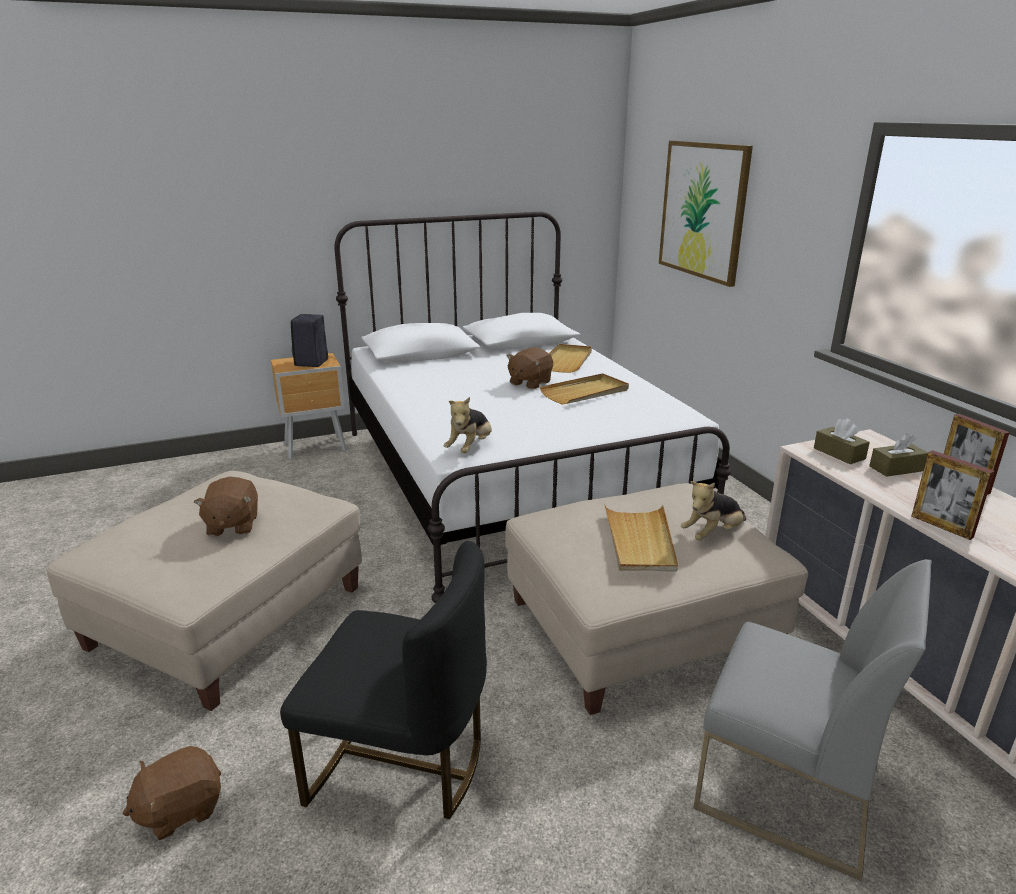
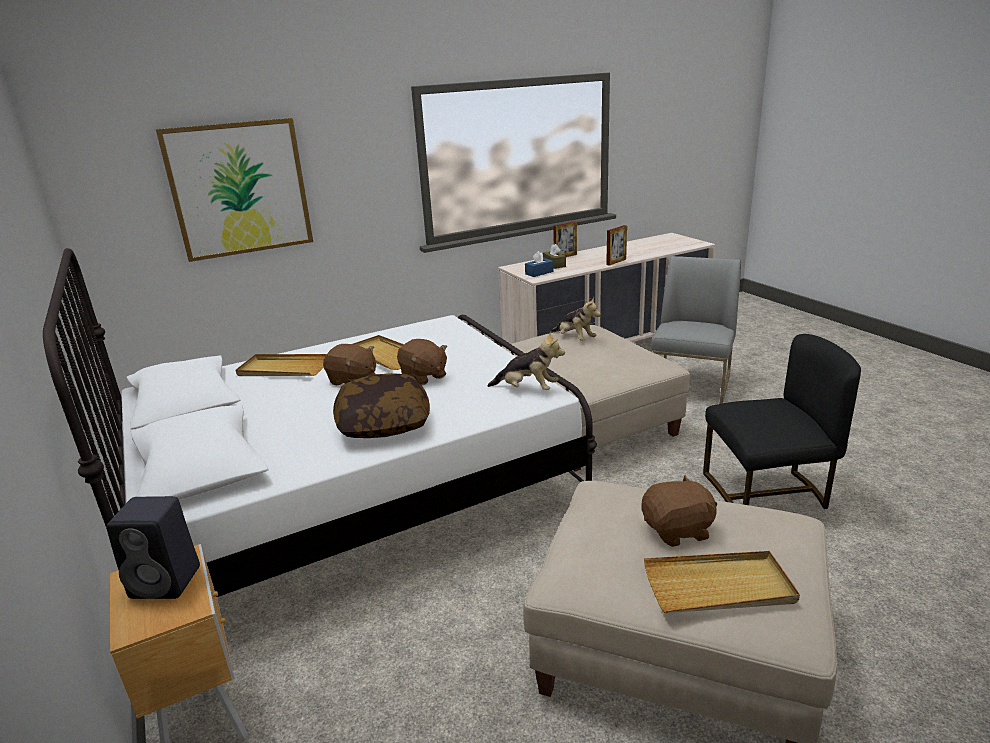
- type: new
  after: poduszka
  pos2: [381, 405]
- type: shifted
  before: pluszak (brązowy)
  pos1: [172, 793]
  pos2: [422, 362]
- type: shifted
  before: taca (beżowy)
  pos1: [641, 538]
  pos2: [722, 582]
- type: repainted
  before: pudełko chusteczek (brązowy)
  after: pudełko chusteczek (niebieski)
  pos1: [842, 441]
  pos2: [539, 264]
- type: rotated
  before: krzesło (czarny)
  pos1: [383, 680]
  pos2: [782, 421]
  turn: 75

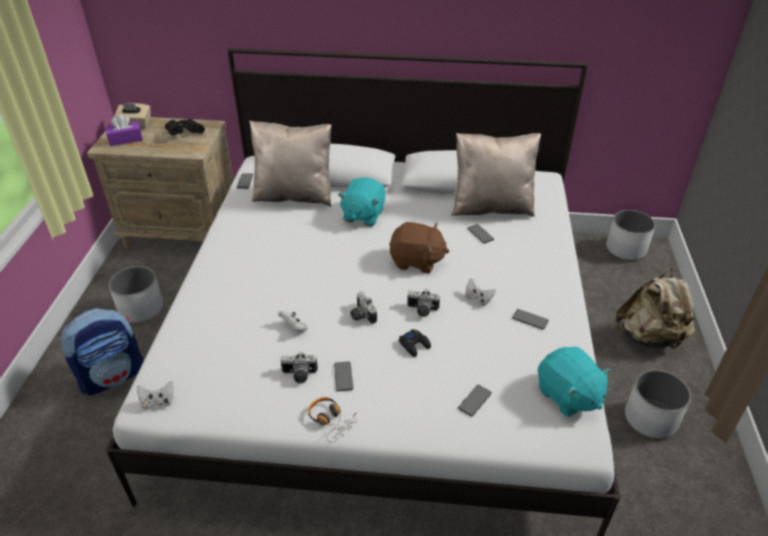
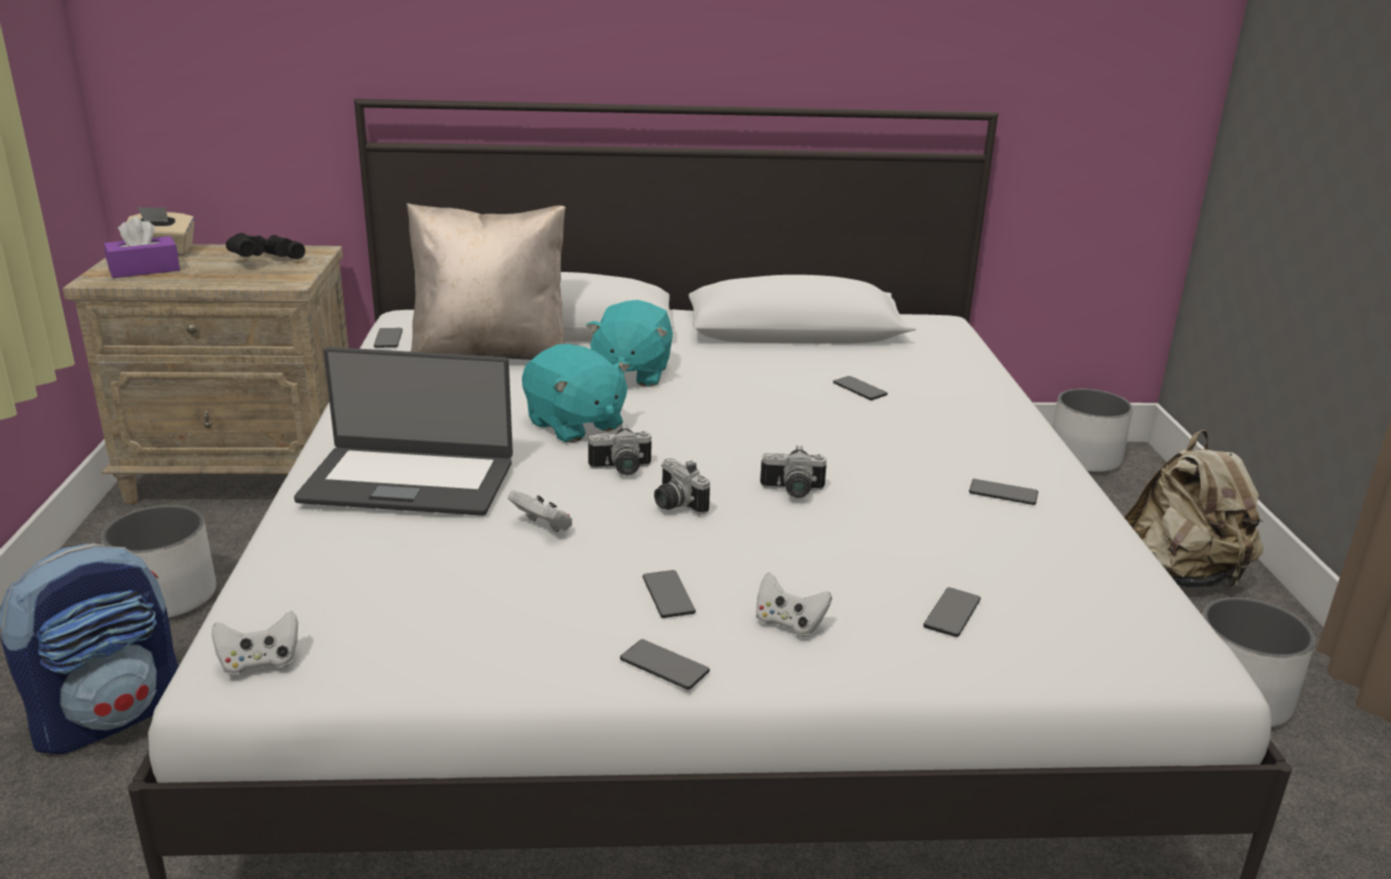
- type: gone
  before: pluszak (brązowy)
  pos1: [419, 247]
- type: gone
  before: pad do gier (czarny)
  pos1: [415, 343]
- type: gone
  before: poduszka (beżowy)
  pos1: [496, 175]
- type: new
  after: laptop
  pos2: [403, 431]
- type: shifted
  before: aparat fotograficzny
  pos1: [299, 367]
  pos2: [619, 450]
- type: shifted
  before: pad do gier (biały)
  pos1: [480, 292]
  pos2: [794, 604]
- type: shifted
  before: pluszak (turkusowy)
  pos1: [575, 382]
  pos2: [576, 393]
- type: swapped
  before: słuchawki
  after: telefon
  pos1: [333, 419]
  pos2: [665, 664]

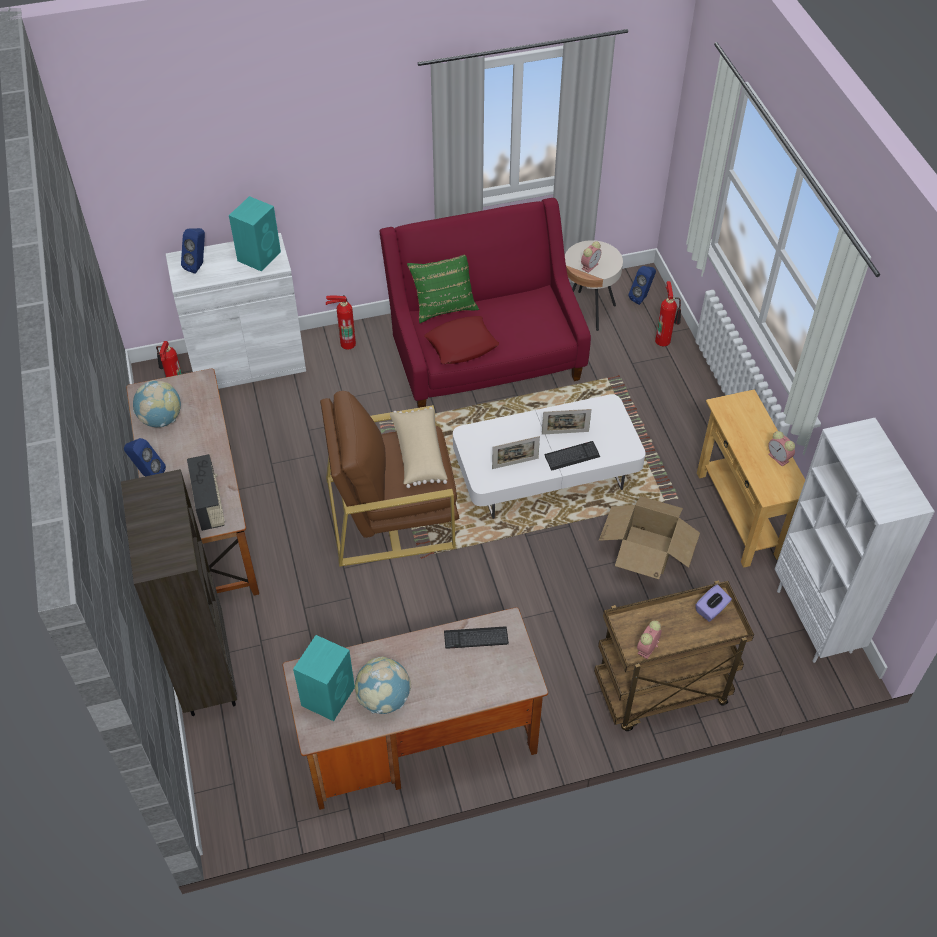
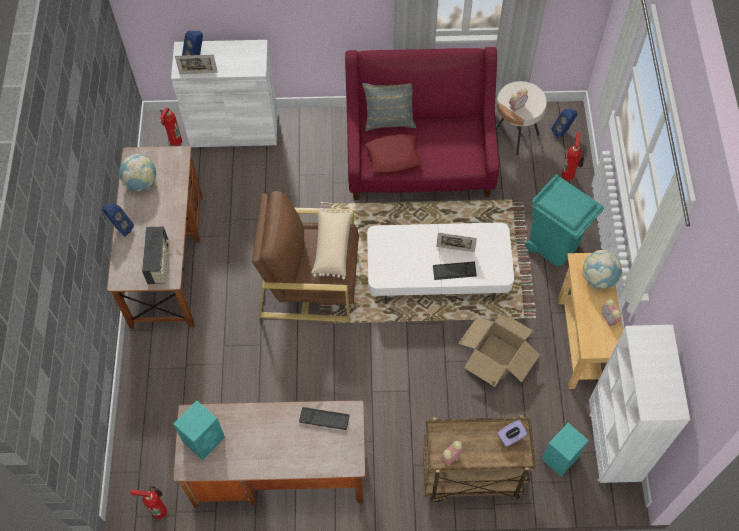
- type: gone
  before: regał (brązowy)
  pos1: [179, 592]
- type: new
  after: kosz na śmieci (turkusowy)
  pos2: [564, 220]
- type: shifted
  before: głośnik (turkusowy)
  pos1: [255, 233]
  pos2: [565, 450]
- type: shifted
  before: gaśnica
  pos1: [341, 322]
  pos2: [148, 502]
- type: shifted
  before: globus
  pos1: [383, 685]
  pos2: [602, 269]
- type: shifted
  before: ramka na zdjęcie
  pos1: [516, 452]
  pos2: [196, 64]
- type: repainted
  before: poduszka (zielony)
  after: poduszka (szary)
  pos1: [443, 289]
  pos2: [389, 107]

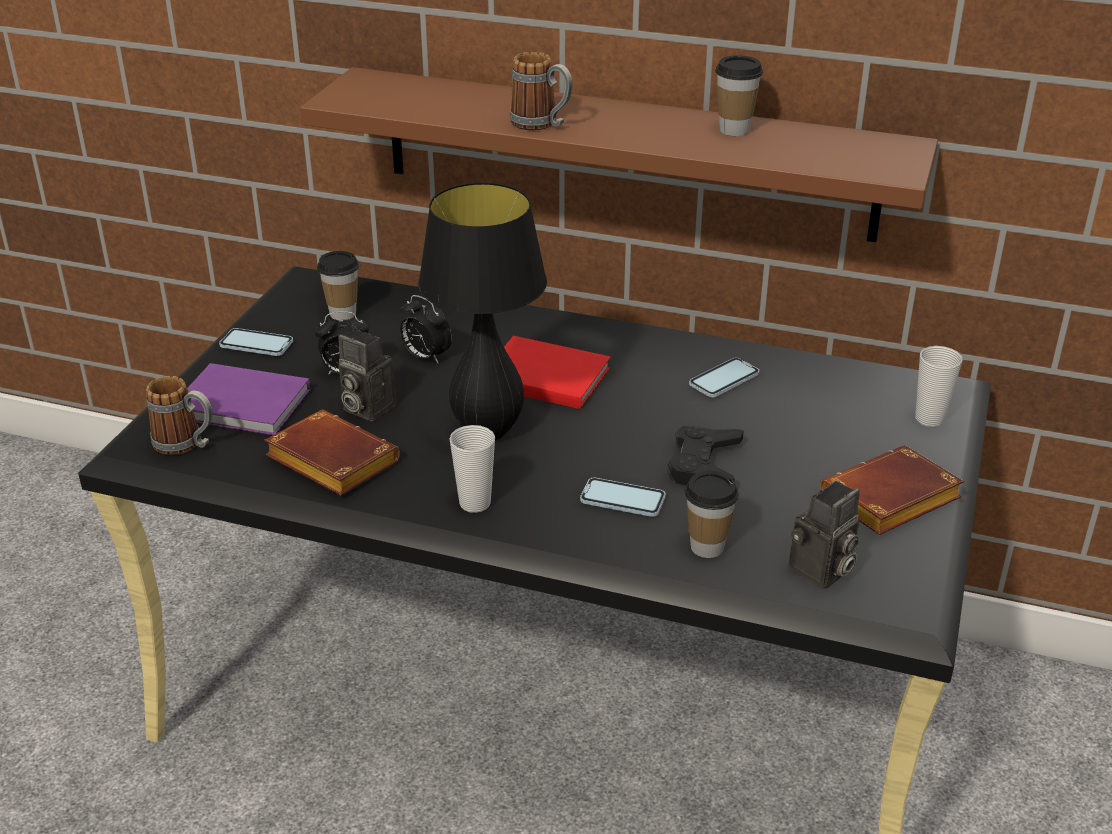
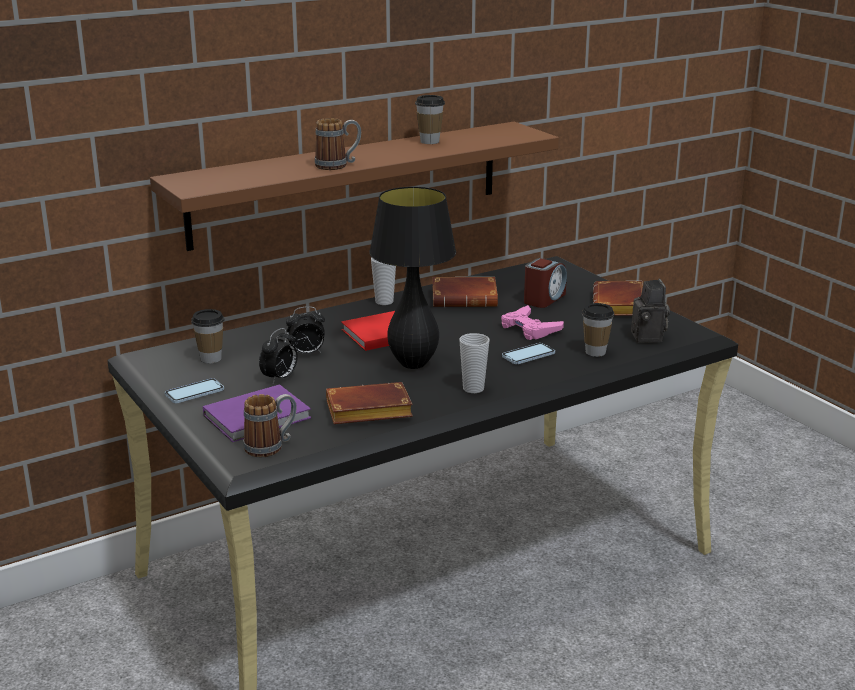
- type: gone
  before: aparat fotograficzny
  pos1: [367, 375]
- type: new
  after: budzik
  pos2: [545, 283]
- type: shifted
  before: filiżanka
  pos1: [939, 386]
  pos2: [383, 281]
- type: swapped
  before: telefon
  after: książka (brązowy)
  pos1: [724, 377]
  pos2: [465, 292]
- type: repainted
  before: pad do gier (czarny)
  after: pad do gier (różowy)
  pos1: [705, 455]
  pos2: [532, 322]

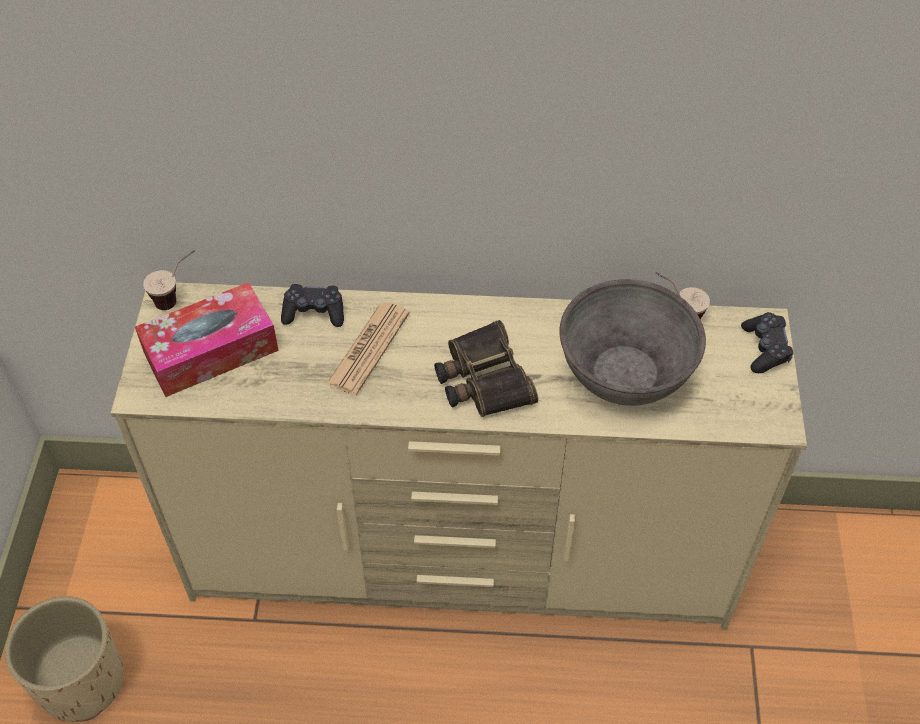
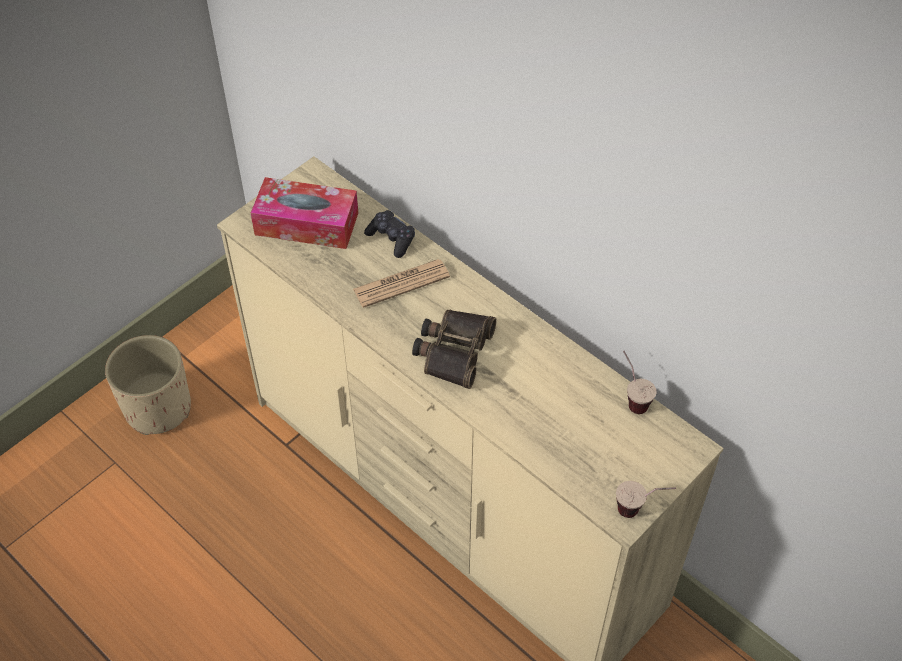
- type: gone
  before: miska (szary)
  pos1: [633, 342]
- type: gone
  before: pad do gier (czarny)
  pos1: [767, 342]
- type: shifted
  before: filiżanka
  pos1: [169, 280]
  pos2: [646, 499]

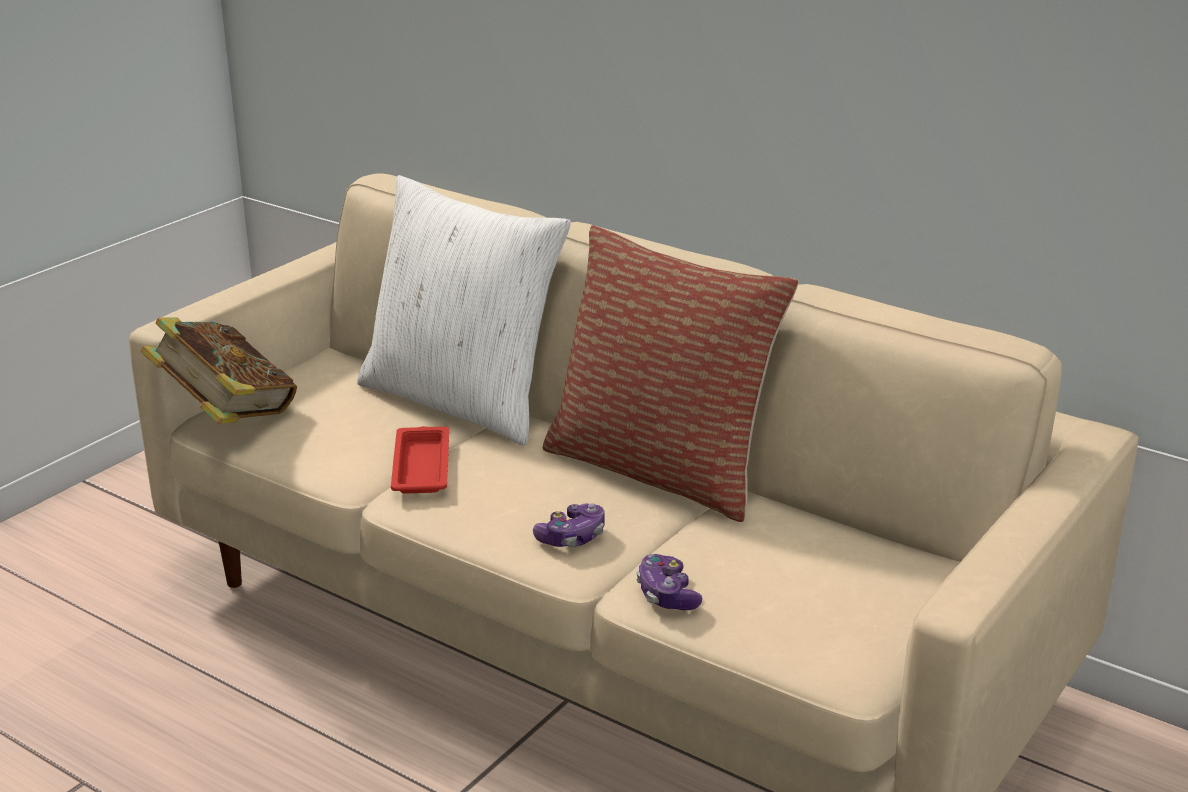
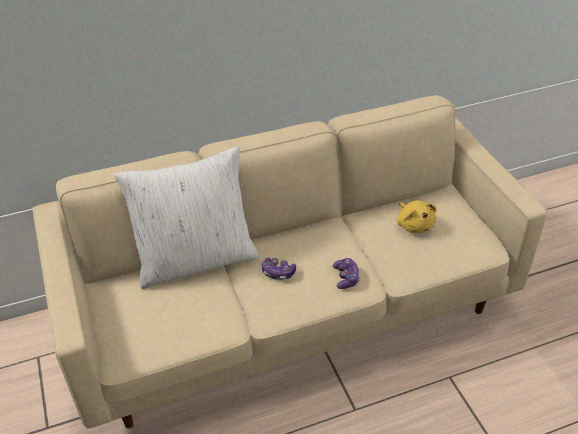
- type: gone
  before: książka
  pos1: [219, 371]
- type: gone
  before: taca (czerwony)
  pos1: [420, 460]
- type: gone
  before: poduszka
  pos1: [671, 373]
- type: new
  after: pluszak (żółty)
  pos2: [416, 216]
- type: shifted
  before: pad do gier
  pos1: [669, 582]
  pos2: [279, 269]

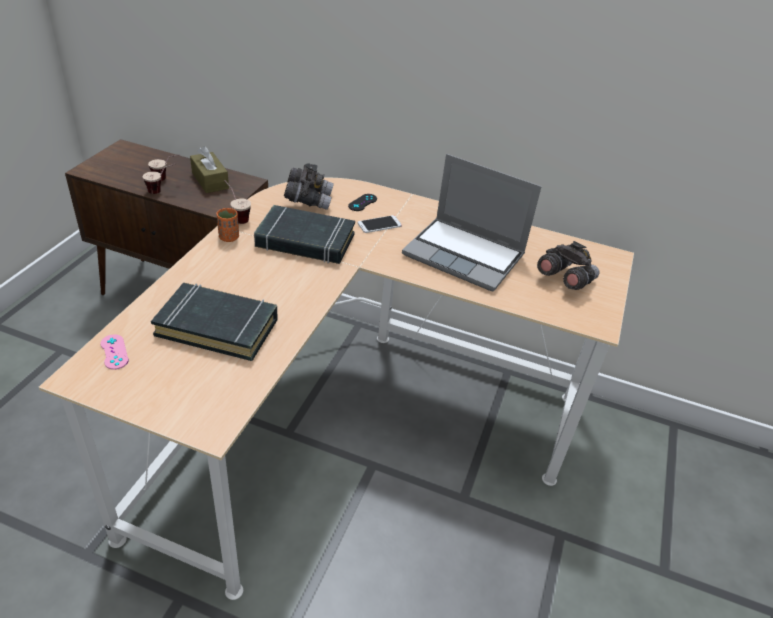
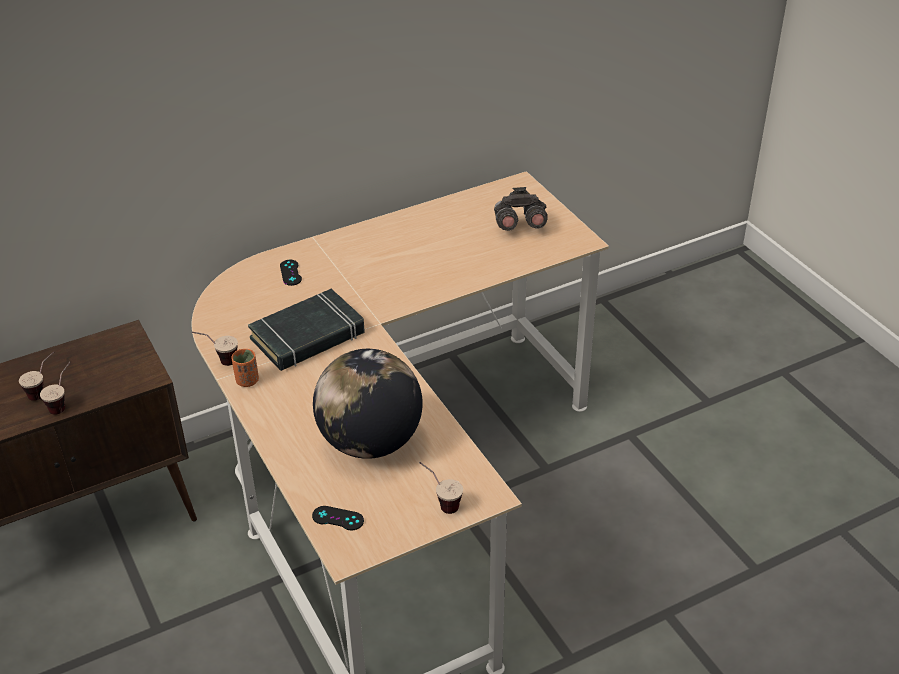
- type: gone
  before: pudełko chusteczek (brązowy)
  pos1: [209, 169]
- type: gone
  before: lornetka (szary)
  pos1: [309, 186]
- type: gone
  before: telefon
  pos1: [380, 224]
- type: gone
  before: laptop
  pos1: [472, 222]
- type: new
  after: filiżanka
  pos2: [441, 488]
- type: swapped
  before: książka (czarny)
  after: globus
  pos1: [214, 322]
  pos2: [368, 404]
- type: repainted
  before: pad do gier (różowy)
  after: pad do gier (czarny)
  pos1: [114, 352]
  pos2: [338, 518]

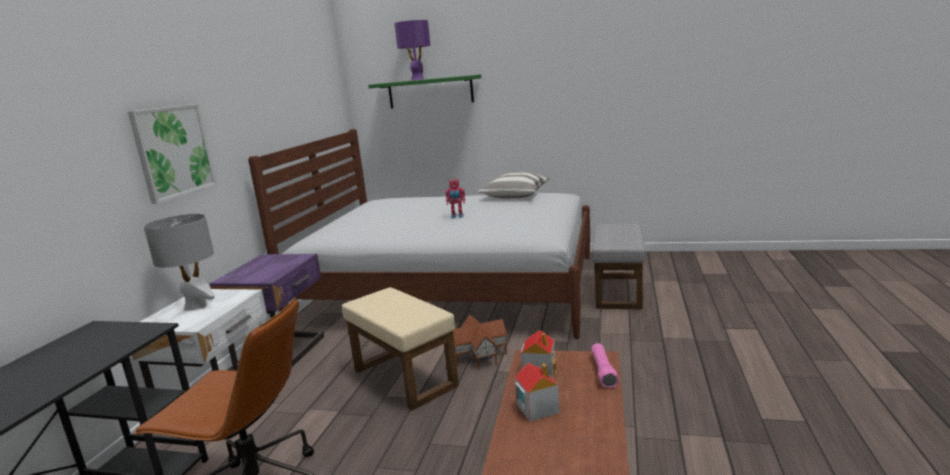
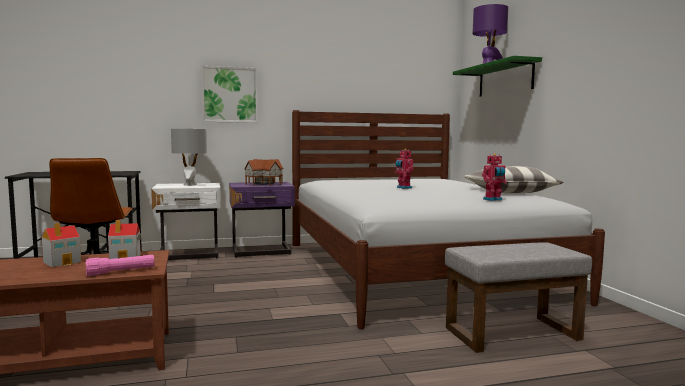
- type: gone
  before: pufa (beżowy)
  pos1: [400, 349]
- type: new
  after: robot zabawkowy
  pos2: [494, 177]
- type: shifted
  before: domek
  pos1: [480, 342]
  pos2: [264, 172]

